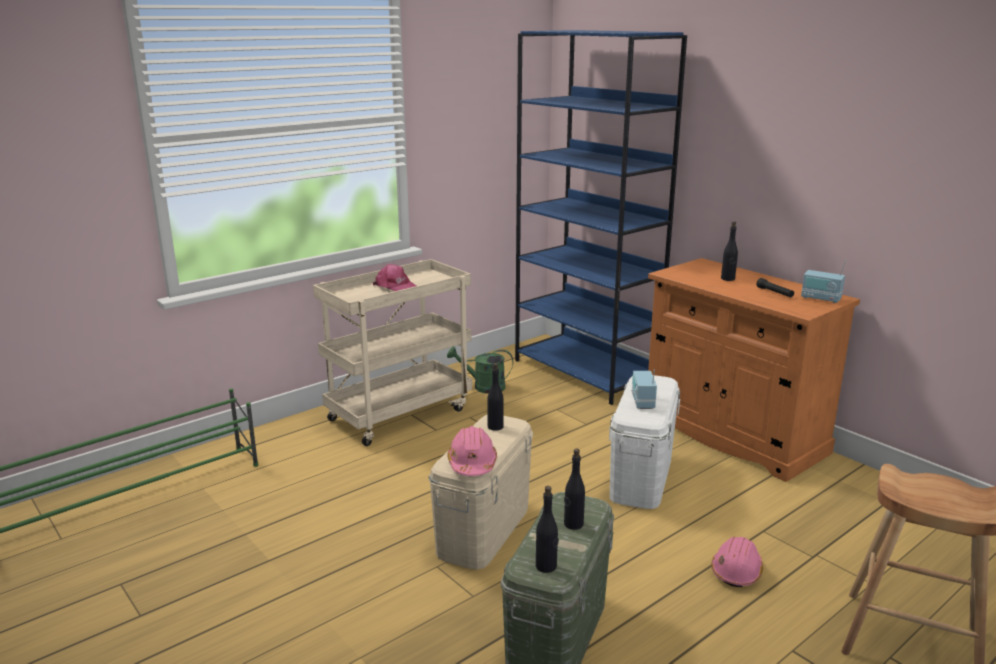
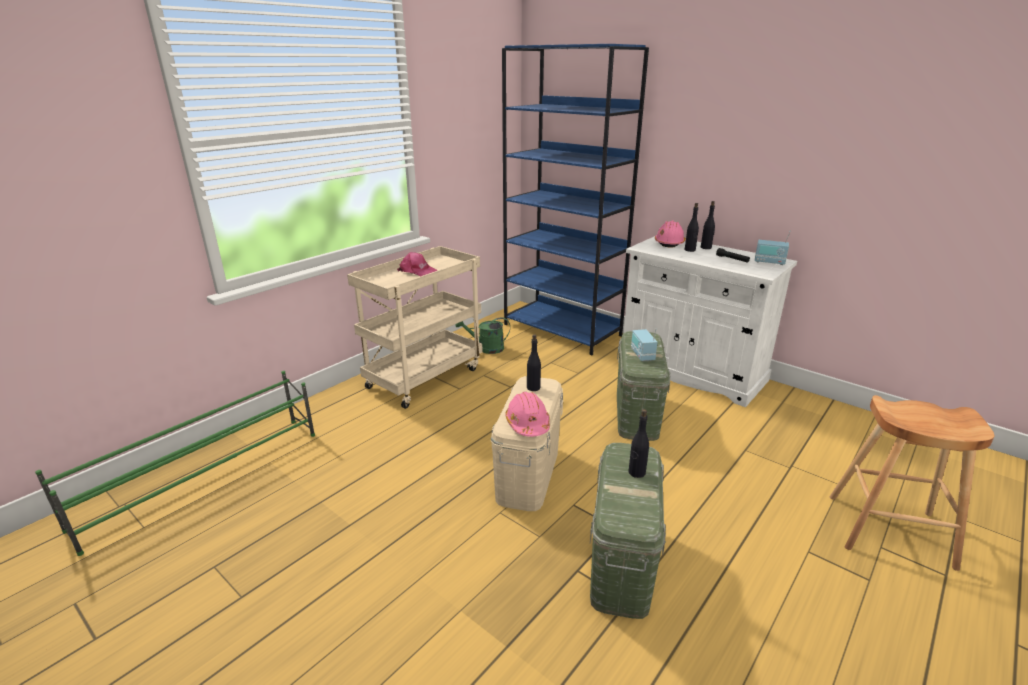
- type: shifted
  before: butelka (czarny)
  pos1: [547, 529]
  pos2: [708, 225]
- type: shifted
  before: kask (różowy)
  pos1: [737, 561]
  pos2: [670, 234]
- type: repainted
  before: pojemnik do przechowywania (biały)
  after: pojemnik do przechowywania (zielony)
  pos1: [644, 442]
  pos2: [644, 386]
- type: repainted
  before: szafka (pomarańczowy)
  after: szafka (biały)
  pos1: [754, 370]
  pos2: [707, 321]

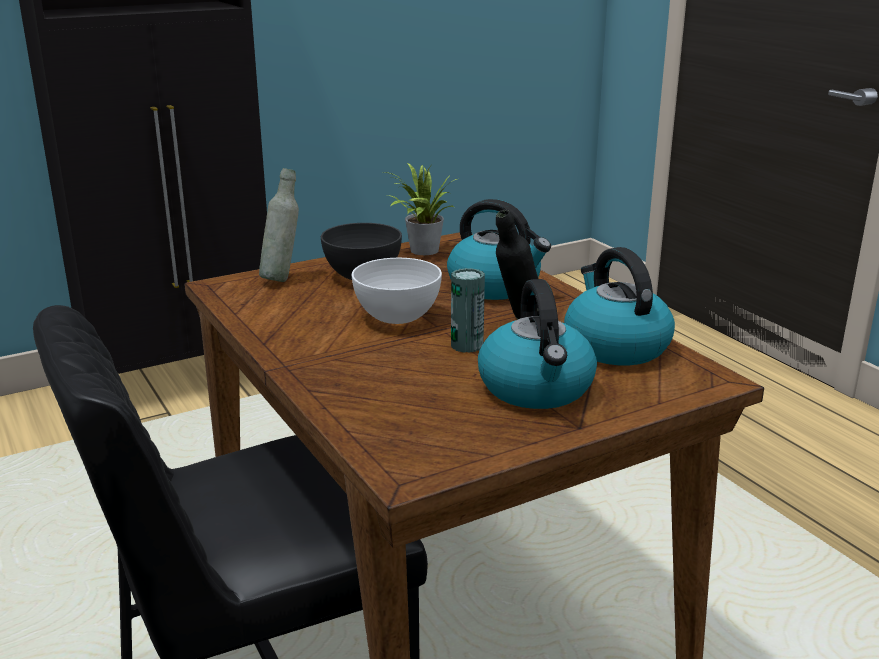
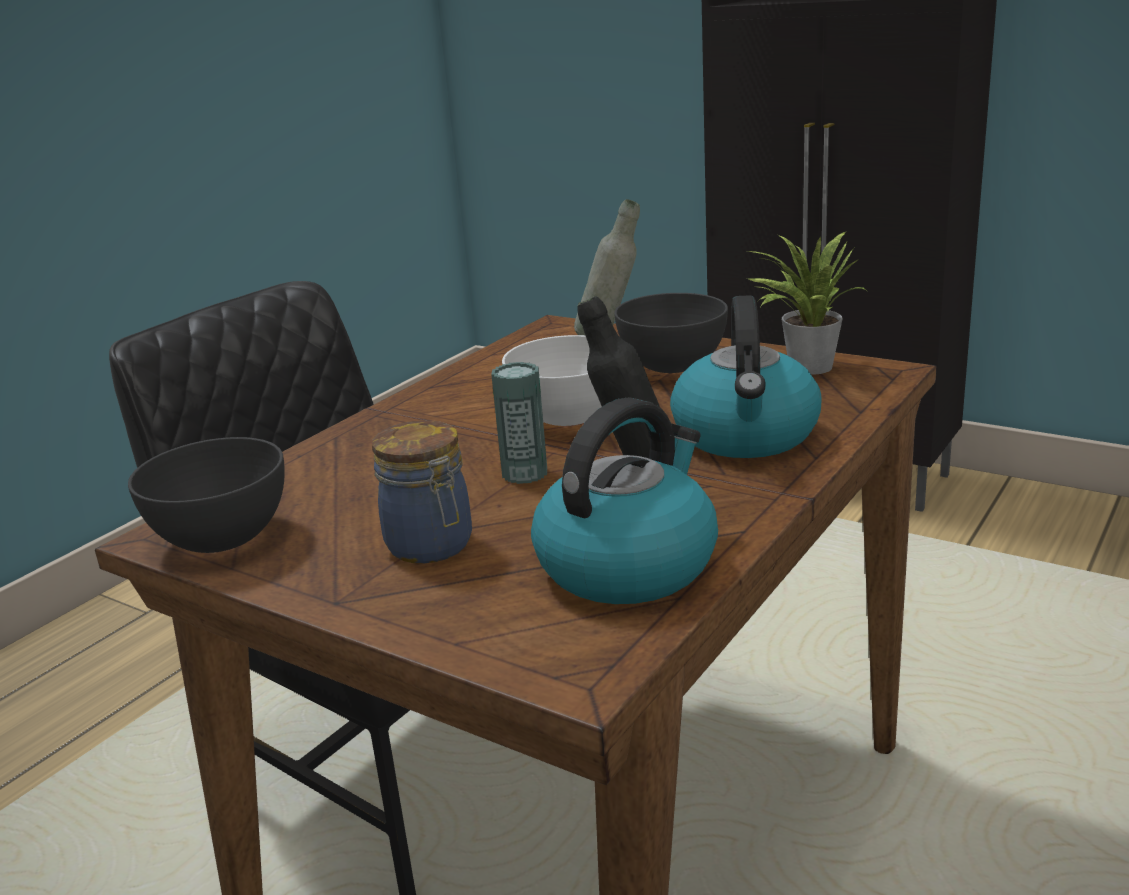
- type: new
  after: miska (szary)
  pos2: [206, 495]
- type: swapped
  before: czajnik
  after: słoik
  pos1: [537, 344]
  pos2: [422, 491]

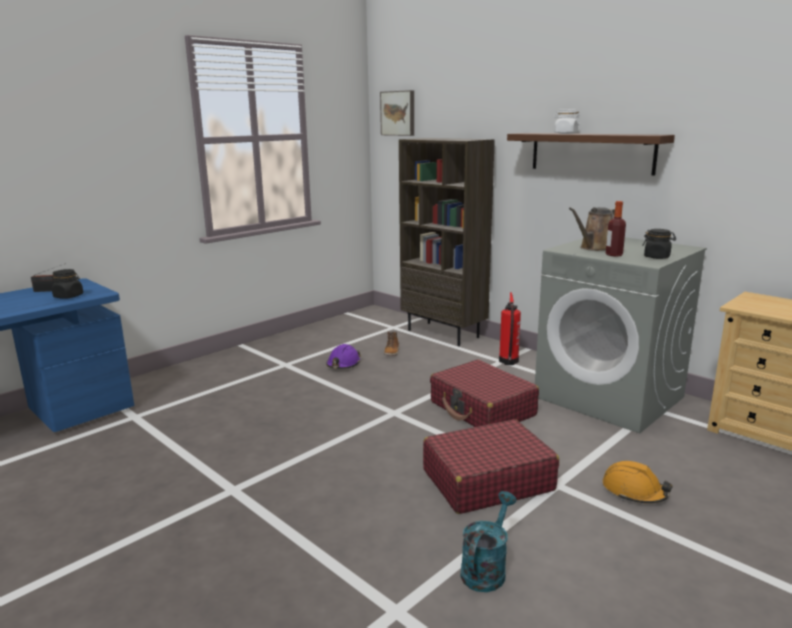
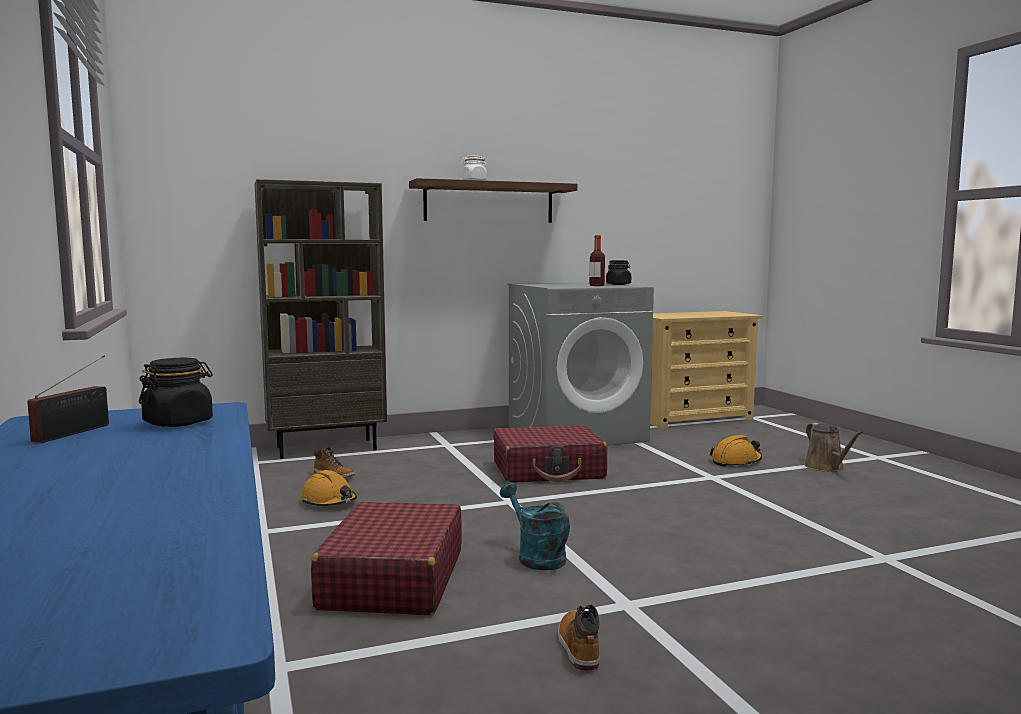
- type: gone
  before: obraz
  pos1: [397, 113]
- type: gone
  before: gaśnica
  pos1: [510, 328]
- type: new
  after: but z cholewką
  pos2: [578, 637]
- type: shifted
  before: walizka (czerwony)
  pos1: [491, 466]
  pos2: [386, 558]
- type: shifted
  before: konewka (turkusowy)
  pos1: [488, 541]
  pos2: [535, 526]
- type: shifted
  before: konewka (brązowy)
  pos1: [592, 229]
  pos2: [833, 447]
- type: repainted
  before: kask (fioletowy)
  after: kask (pomarańczowy)
  pos1: [343, 356]
  pos2: [329, 488]

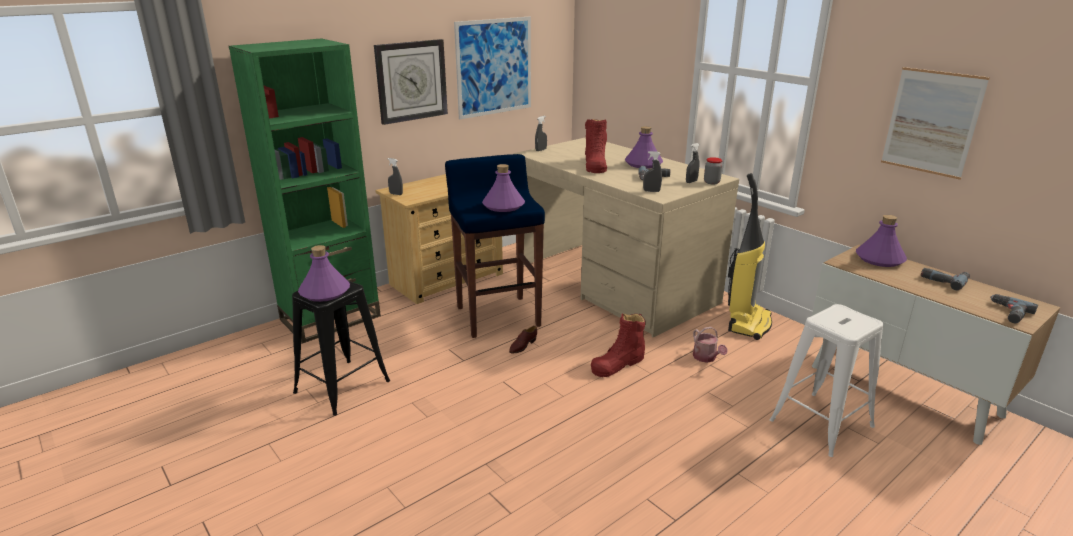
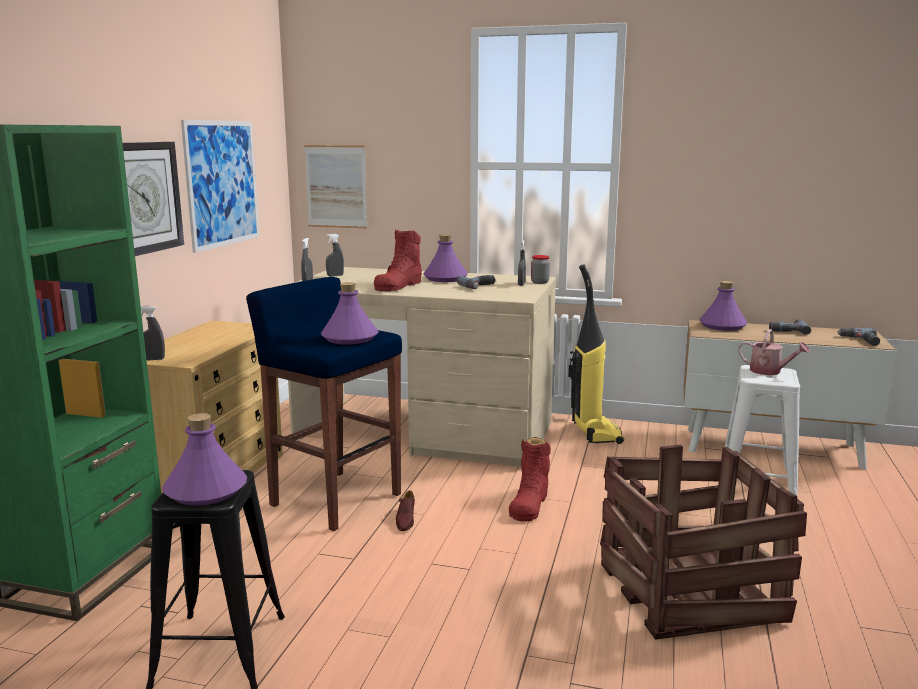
- type: new
  after: skrzynka
  pos2: [703, 542]
- type: shifted
  before: spryskiwacz (szary)
  pos1: [652, 171]
  pos2: [335, 255]
- type: shifted
  before: konewka
  pos1: [710, 345]
  pos2: [774, 352]
- type: shifted
  before: obraz
  pos1: [935, 123]
  pos2: [336, 186]
- type: rotated
  before: but z cholewką (czerwony)
  pos1: [596, 146]
  pos2: [398, 260]
  turn: 60

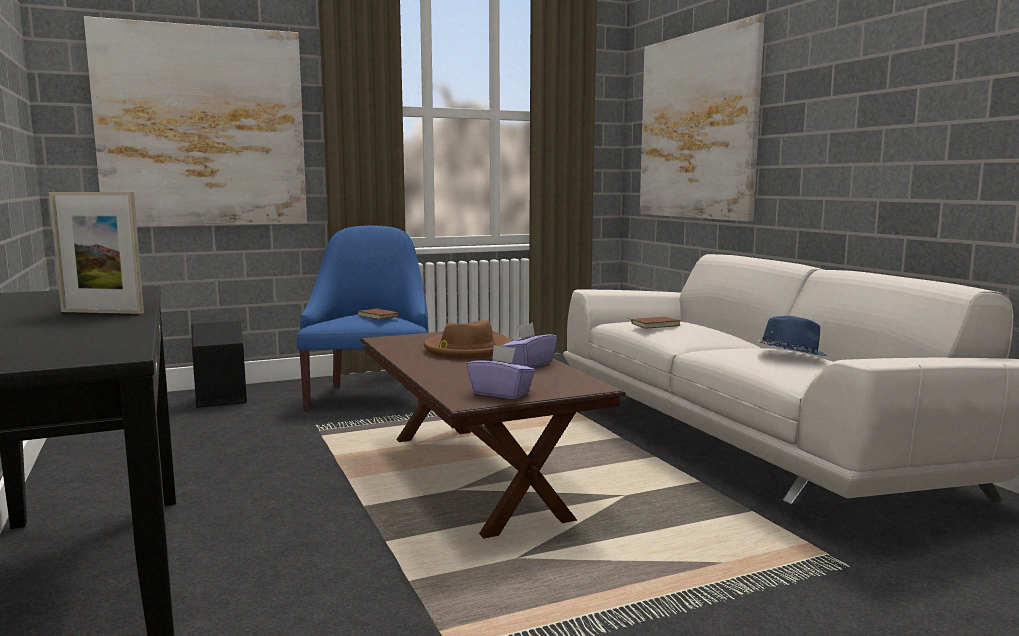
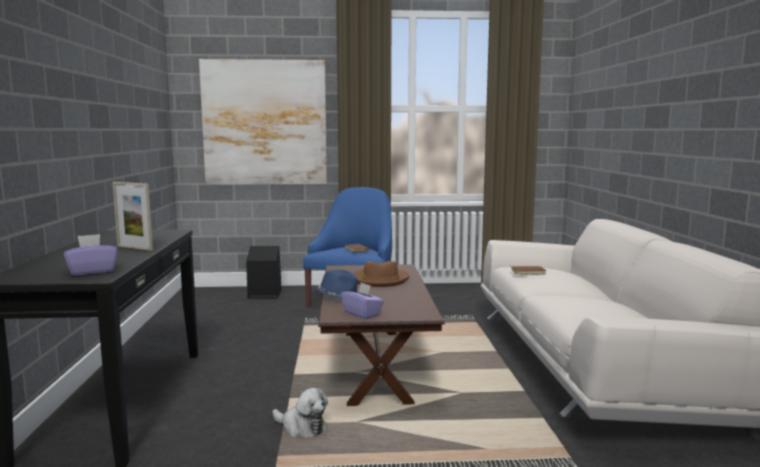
- type: gone
  before: obraz
  pos1: [702, 117]
- type: new
  after: pluszak
  pos2: [300, 413]
- type: shifted
  before: pudełko chusteczek (fioletowy)
  pos1: [529, 345]
  pos2: [91, 255]
- type: shifted
  before: kapelusz (niebieski)
  pos1: [792, 336]
  pos2: [337, 284]

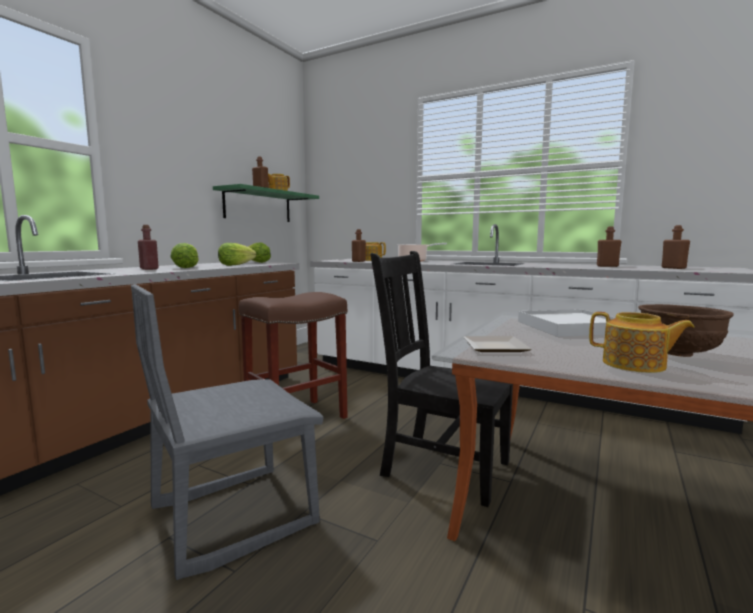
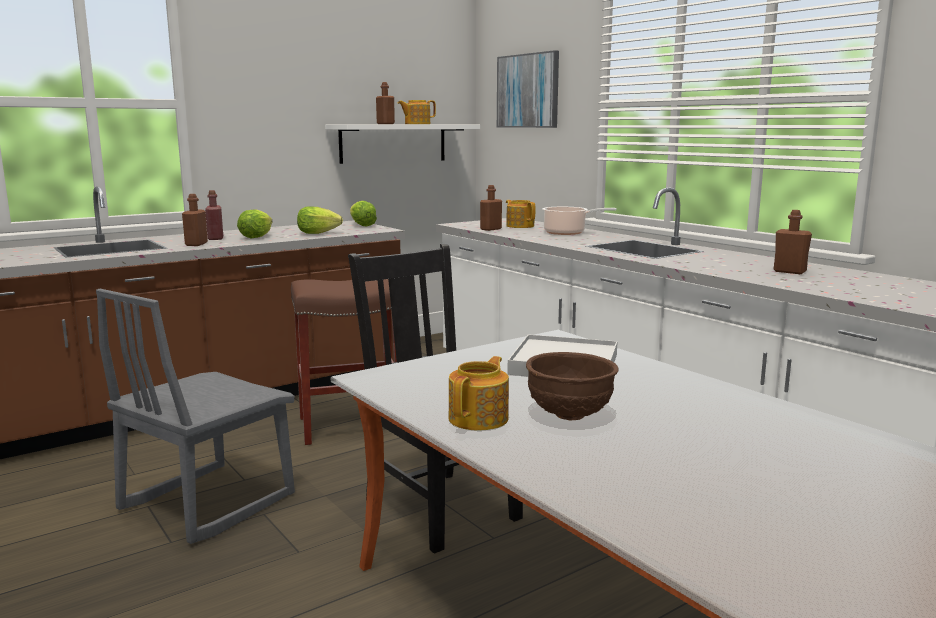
- type: gone
  before: talerz
  pos1: [498, 344]
- type: new
  after: obraz
  pos2: [528, 89]
- type: shifted
  before: butelka (brązowy)
  pos1: [676, 247]
  pos2: [195, 220]
- type: repainted
  before: półka (zielony)
  after: półka (biały)
  pos1: [266, 203]
  pos2: [402, 144]
- type: rotated
  before: krzesło (szary)
  pos1: [227, 432]
  pos2: [195, 416]
  turn: -45
- type: rotated
  before: imbryk
  pos1: [642, 342]
  pos2: [478, 393]
  turn: -120

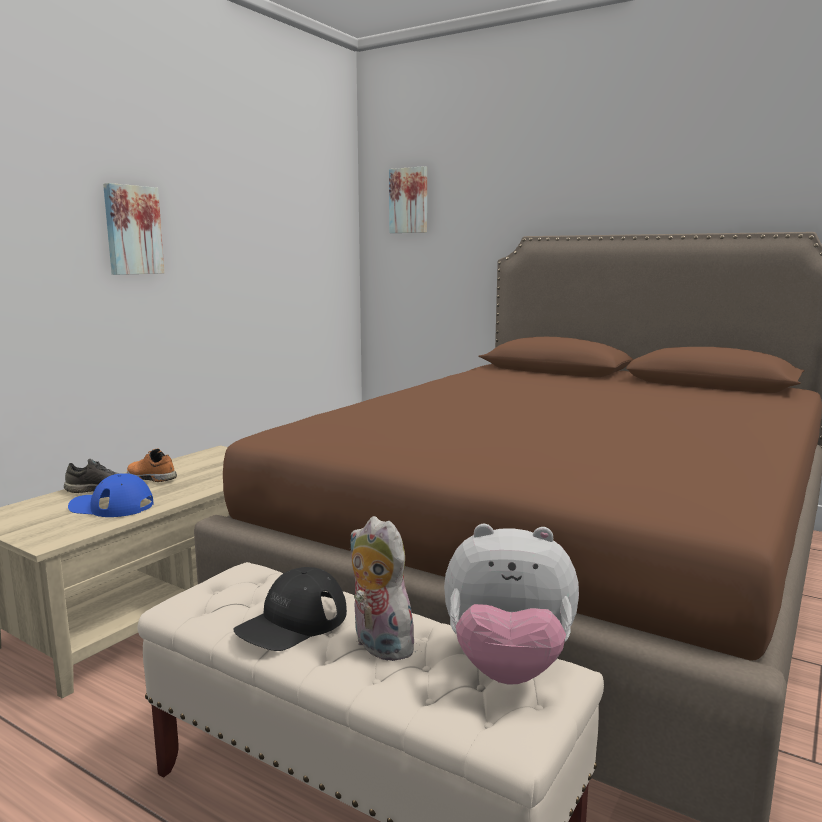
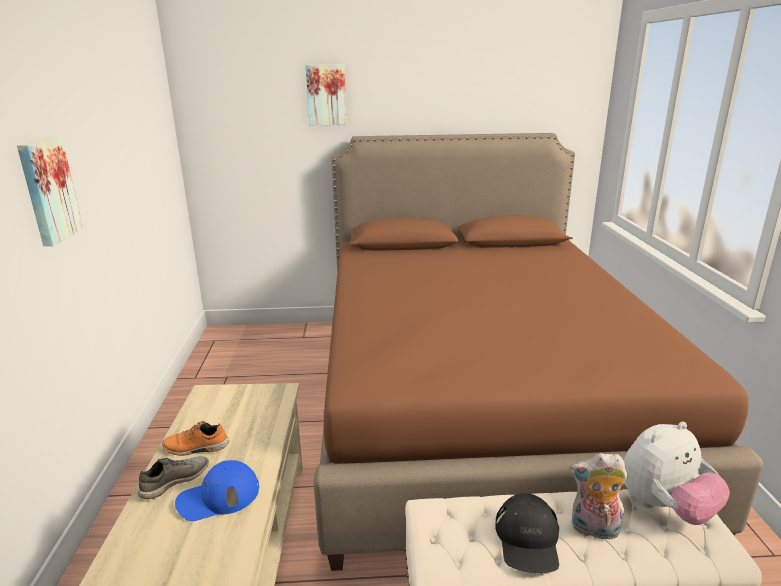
- type: shifted
  before: obraz
  pos1: [408, 199]
  pos2: [326, 94]

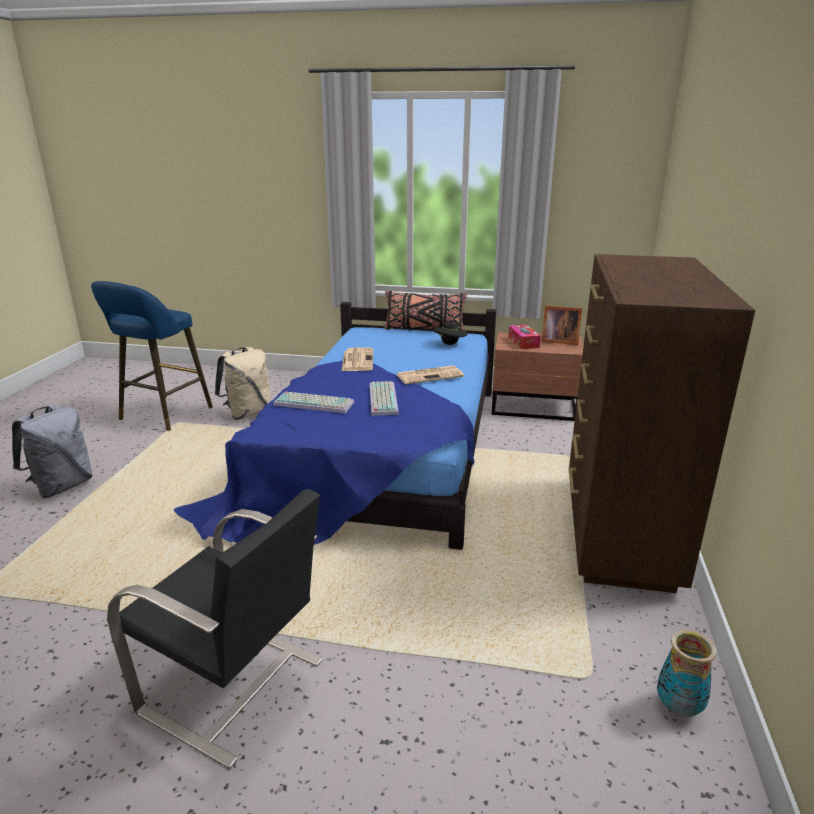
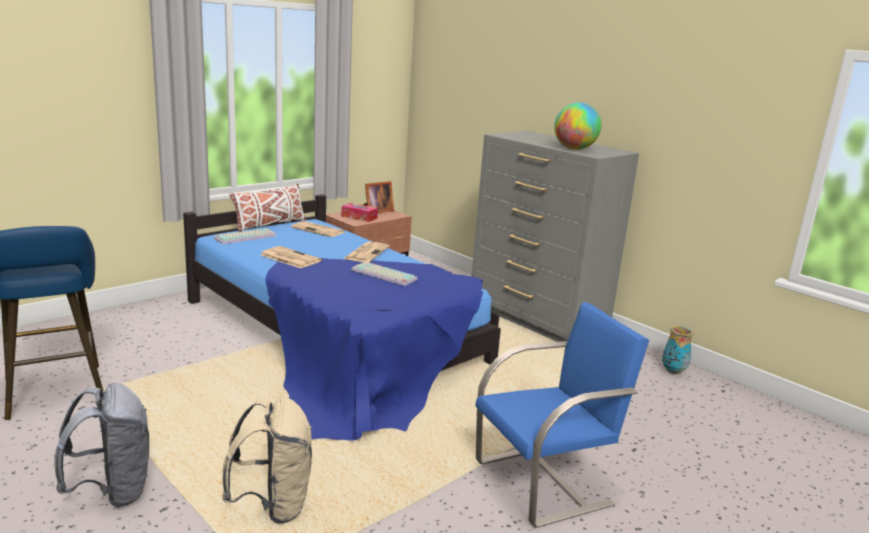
- type: new
  after: globus
  pos2: [577, 126]
- type: shifted
  before: plecak (beżowy)
  pos1: [243, 383]
  pos2: [267, 460]
- type: shifted
  before: klawiatura
  pos1: [313, 402]
  pos2: [245, 236]
- type: swapped
  before: kapelusz (czarny)
  after: gazeta
  pos1: [450, 333]
  pos2: [318, 229]
- type: repainted
  before: krzesło (czarny)
  after: krzesło (niebieski)
  pos1: [215, 629]
  pos2: [562, 415]
- type: repainted
  before: poduszka (czarny)
  after: poduszka (biały)
  pos1: [426, 310]
  pos2: [267, 208]
- type: repainted
  before: komoda (brązowy)
  after: komoda (szary)
  pos1: [661, 423]
  pos2: [555, 236]

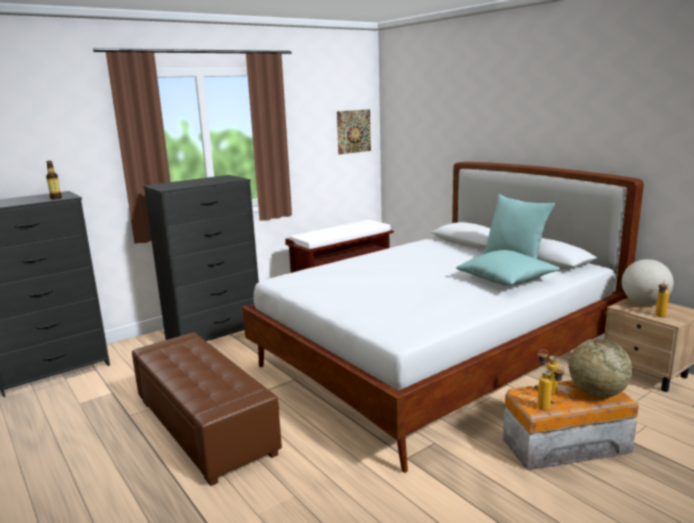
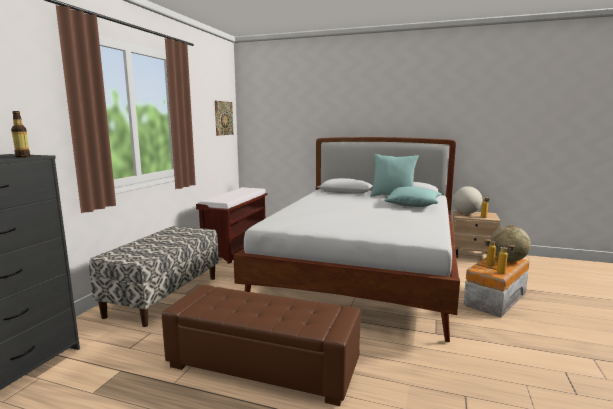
- type: swapped
  before: komoda (czarny)
  after: ławka
  pos1: [201, 258]
  pos2: [154, 276]

